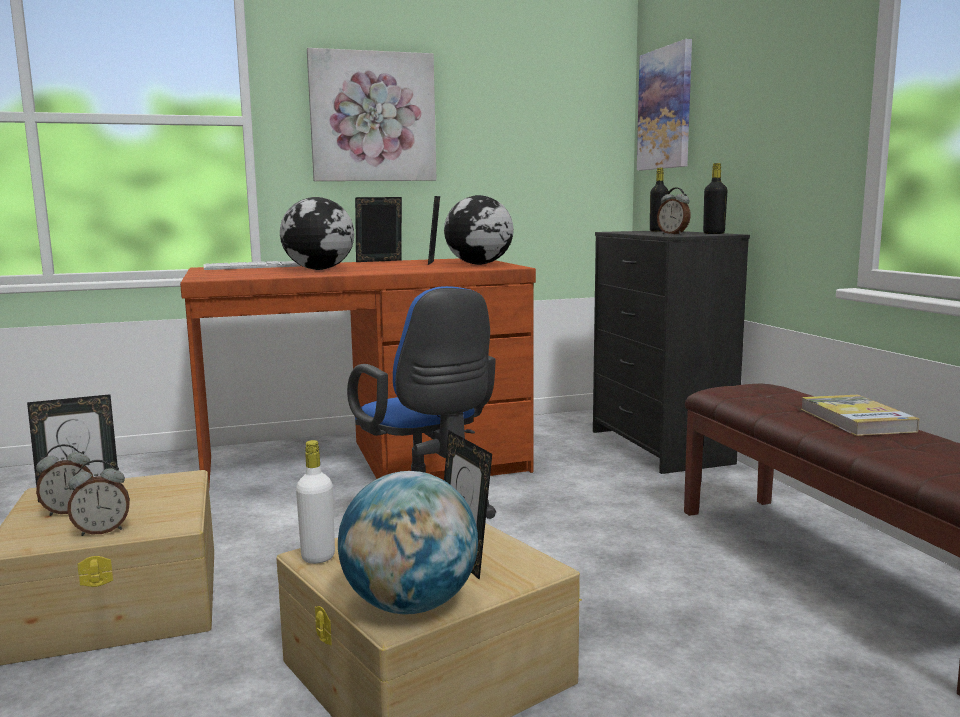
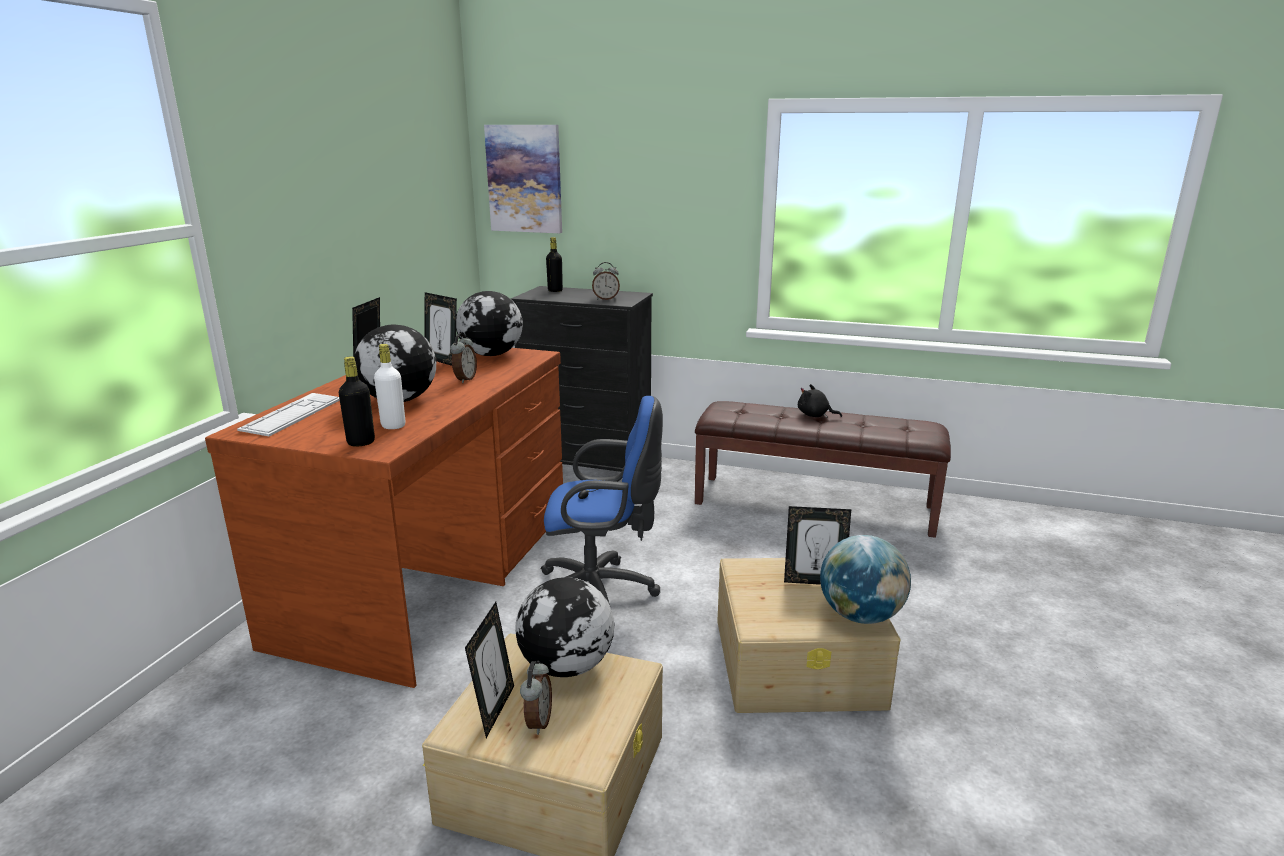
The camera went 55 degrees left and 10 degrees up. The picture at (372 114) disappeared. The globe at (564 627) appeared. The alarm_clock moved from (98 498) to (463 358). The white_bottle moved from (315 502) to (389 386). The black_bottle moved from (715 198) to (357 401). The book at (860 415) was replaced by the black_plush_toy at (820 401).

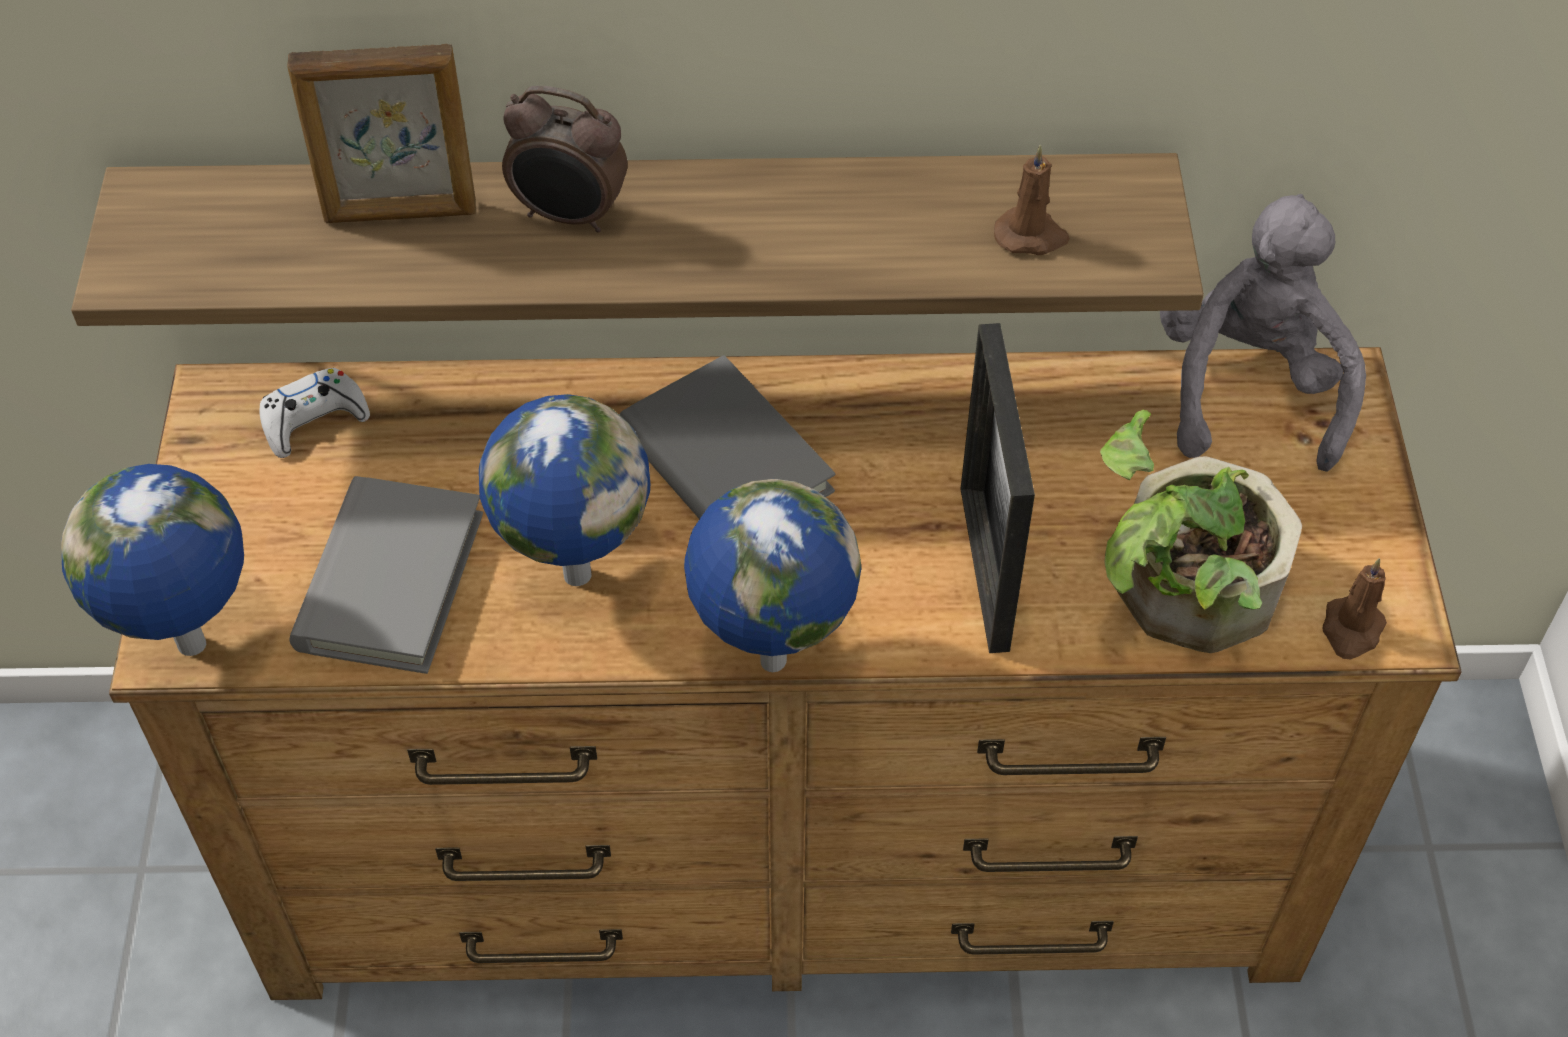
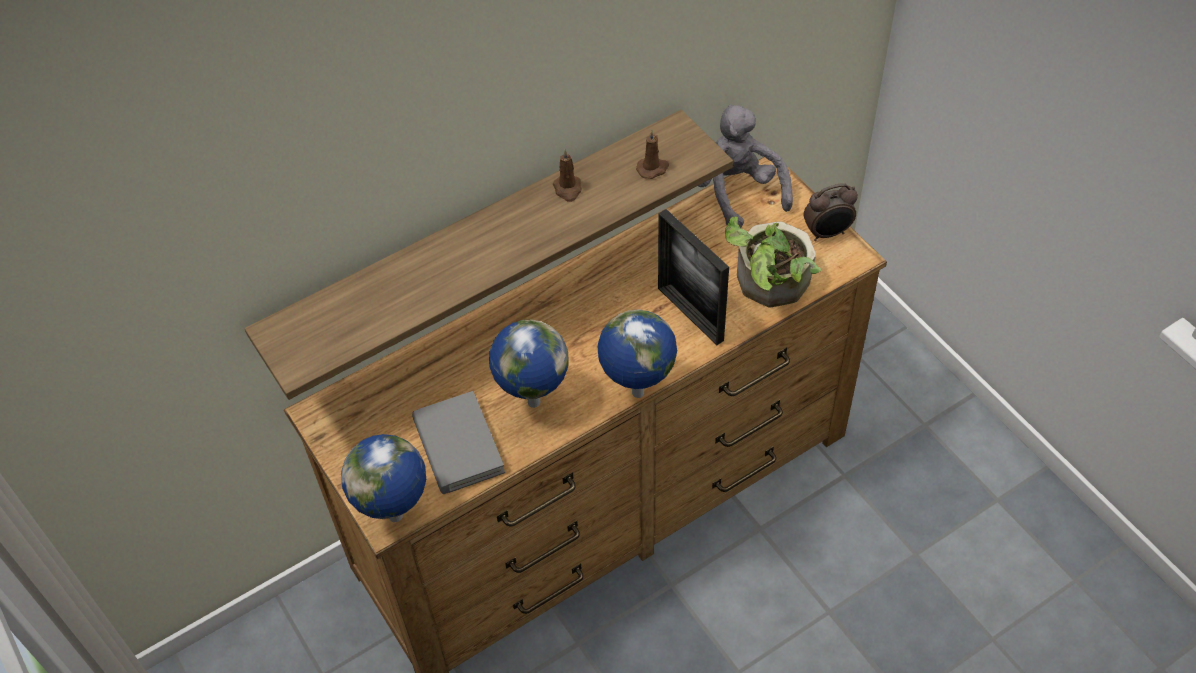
The camera went 30 degrees left and 0 degrees up. The white_game_controller at (314 413) disappeared. The picture_frame at (381 133) disappeared. The grey_book at (727 437) disappeared. The alarm_clock moved from (565 159) to (831 212). The brown_candle moved from (1354 608) to (567 176).

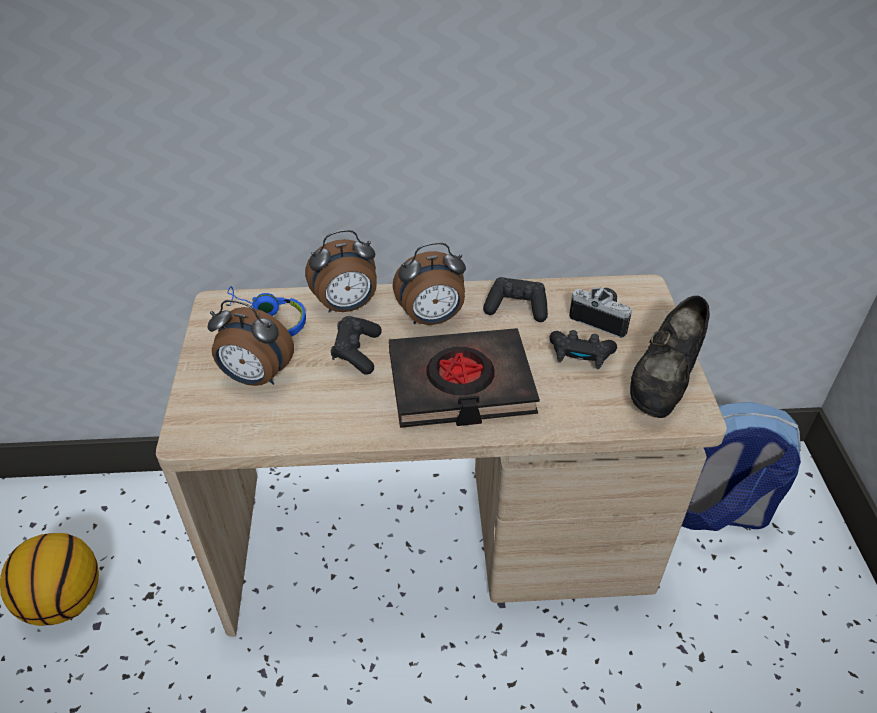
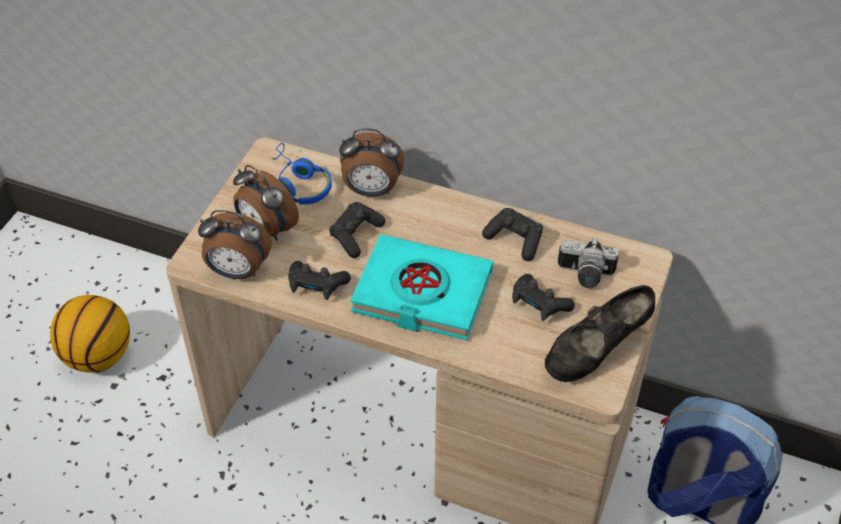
The camera went 25 degrees right and 5 degrees up. The black_game_controller at (319 280) appeared. The alarm_clock moved from (429 283) to (235 244). The black_book at (464 378) became the turquoise_book at (421 287). The photo_camera at (600 312) turned 135 degrees clockwise.

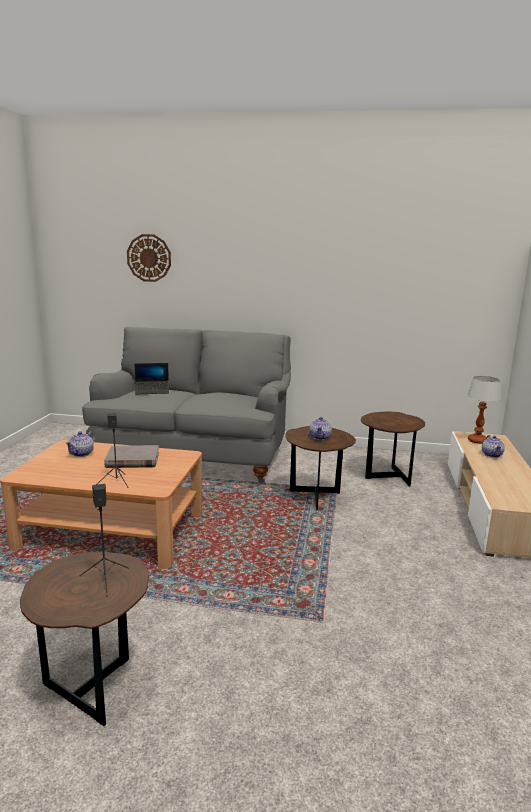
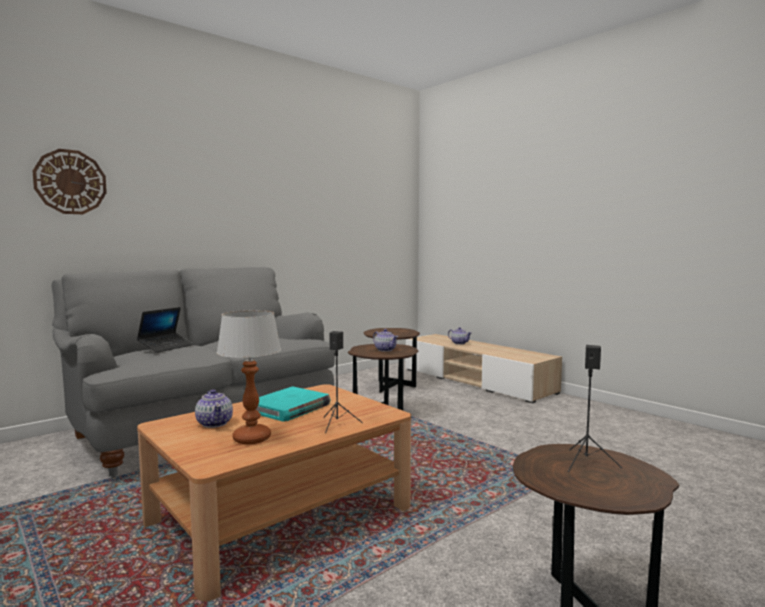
The camera went 50 degrees left and 10 degrees down. The table_lamp moved from (484 410) to (249 377). The grey_book at (131 456) became the turquoise_book at (293 403).

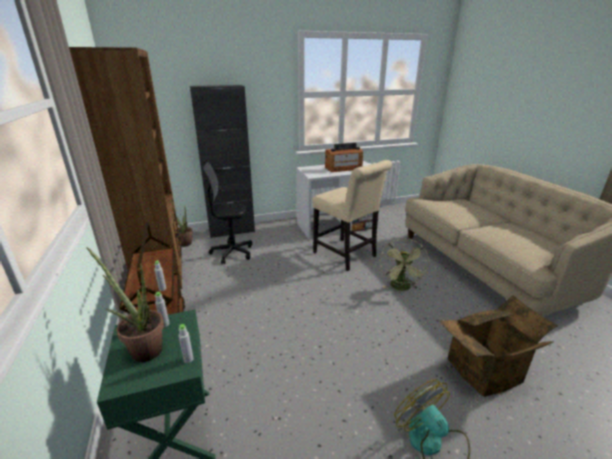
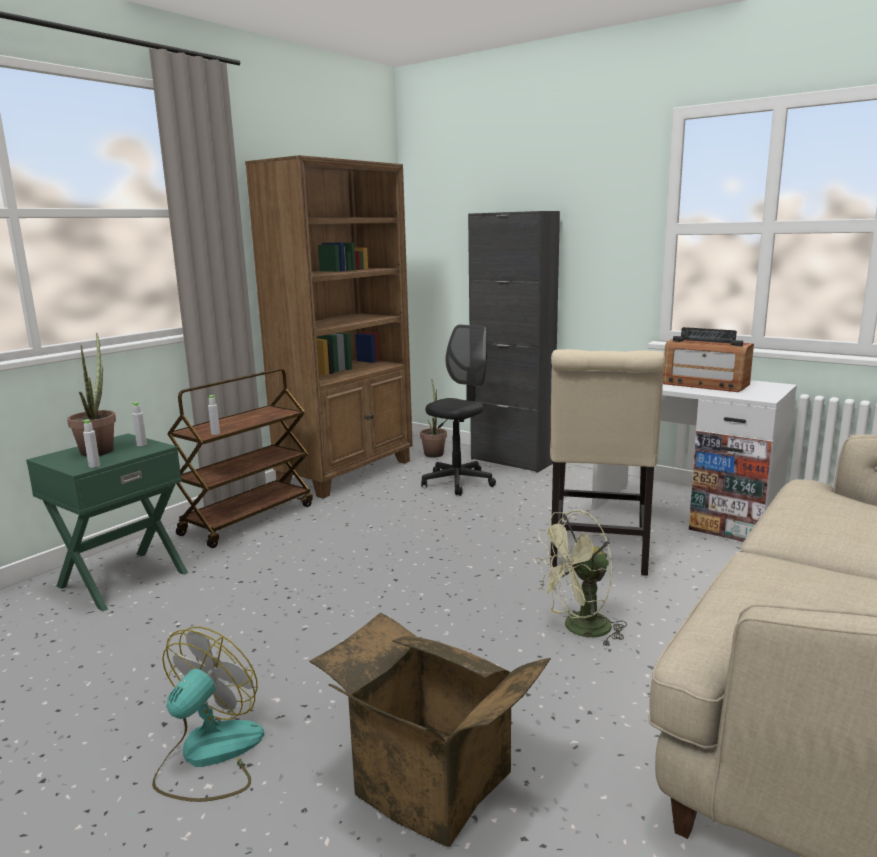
The camera went 55 degrees right and 10 degrees down. The black_office_chair at (227 213) turned 75 degrees clockwise.

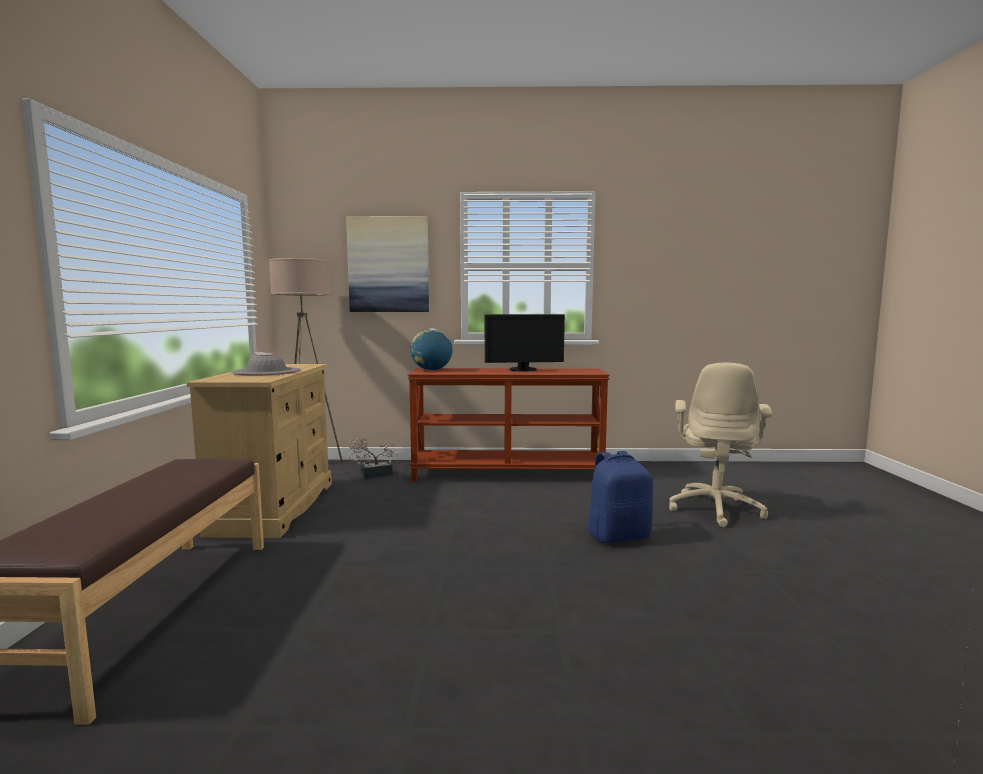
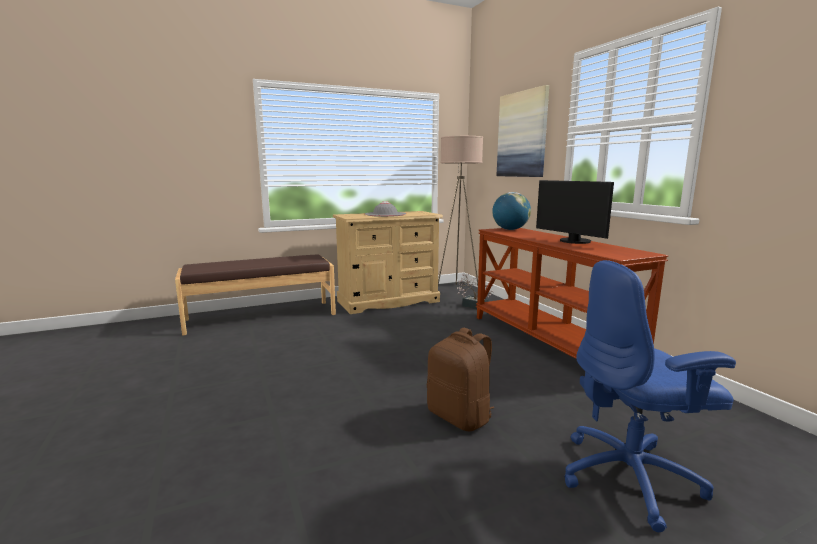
The camera went 65 degrees right and 5 degrees up. The blue_backpack at (620 497) became the brown_backpack at (460 379). The beige_office_chair at (720 445) became the blue_office_chair at (650 396).

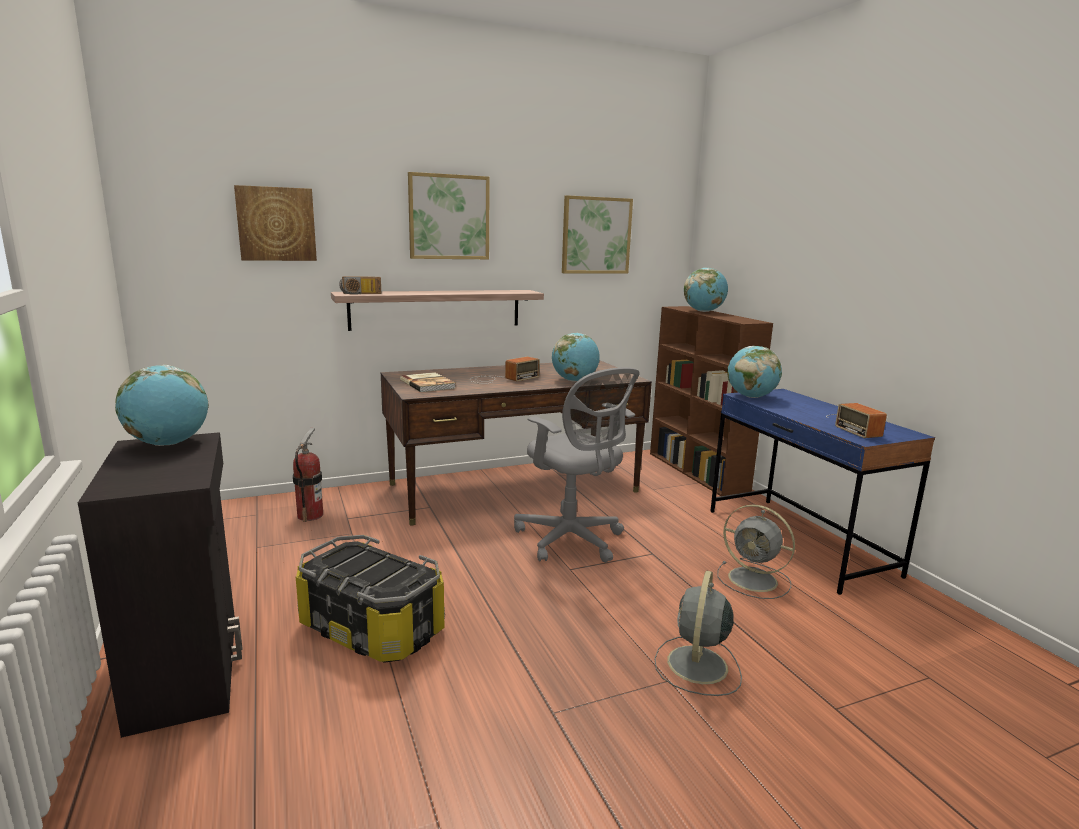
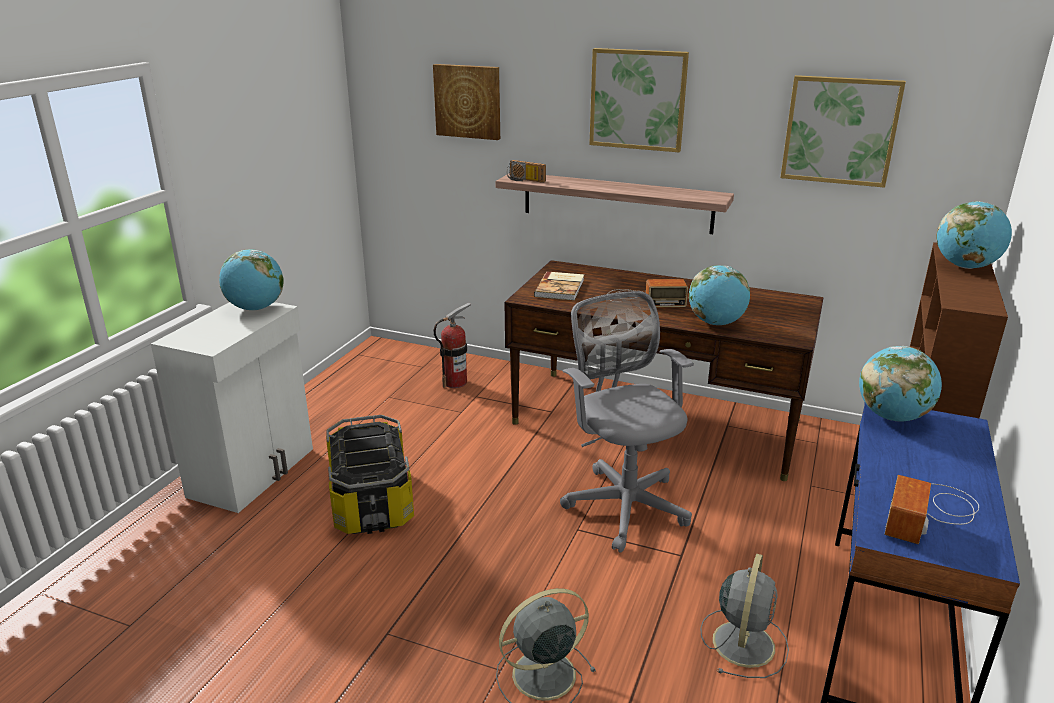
The camera went 45 degrees right and 10 degrees up. The black_cabinet at (160 585) became the white_cabinet at (232 407). The grey_office_chair at (577 465) turned 150 degrees clockwise. The grey_fan at (756 551) turned 150 degrees counterclockwise.

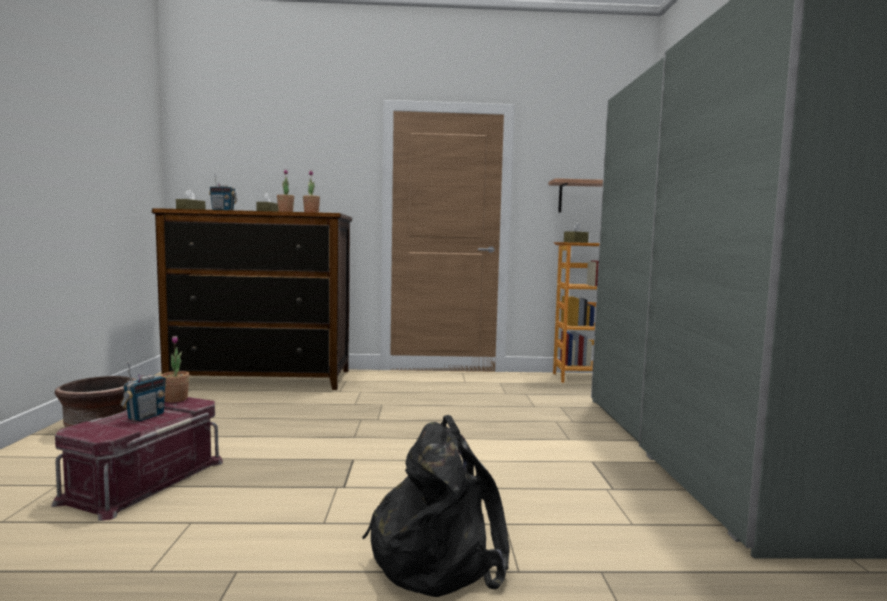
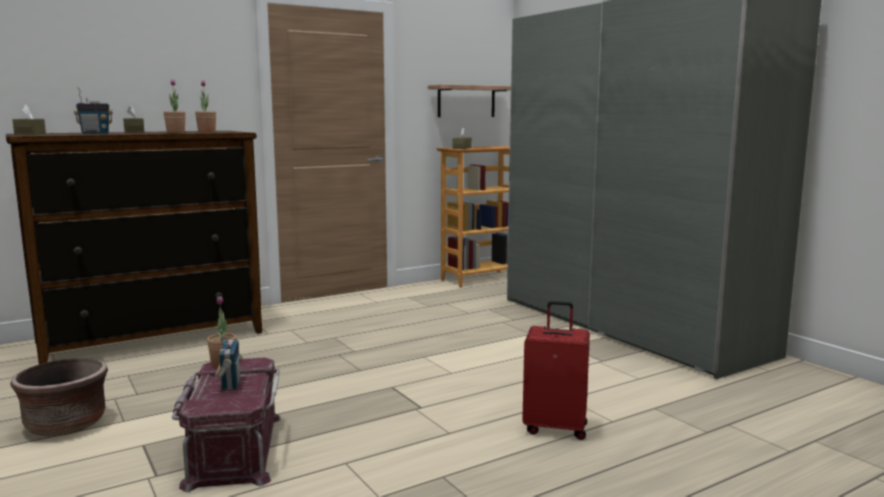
The camera went 30 degrees left and 5 degrees up. The black_backpack at (435 506) was replaced by the red_suitcase at (556 370).

